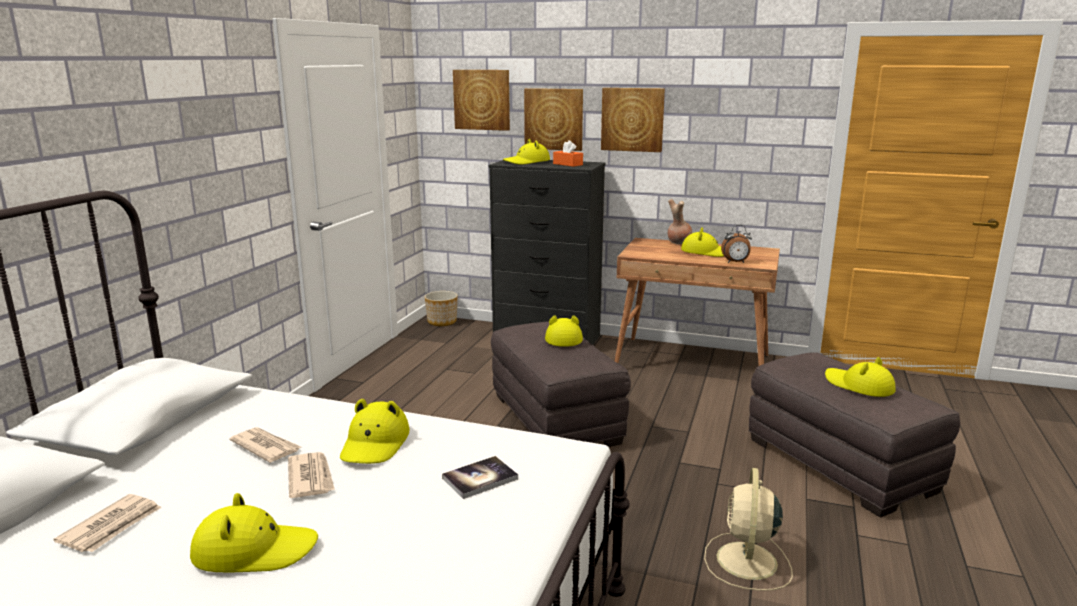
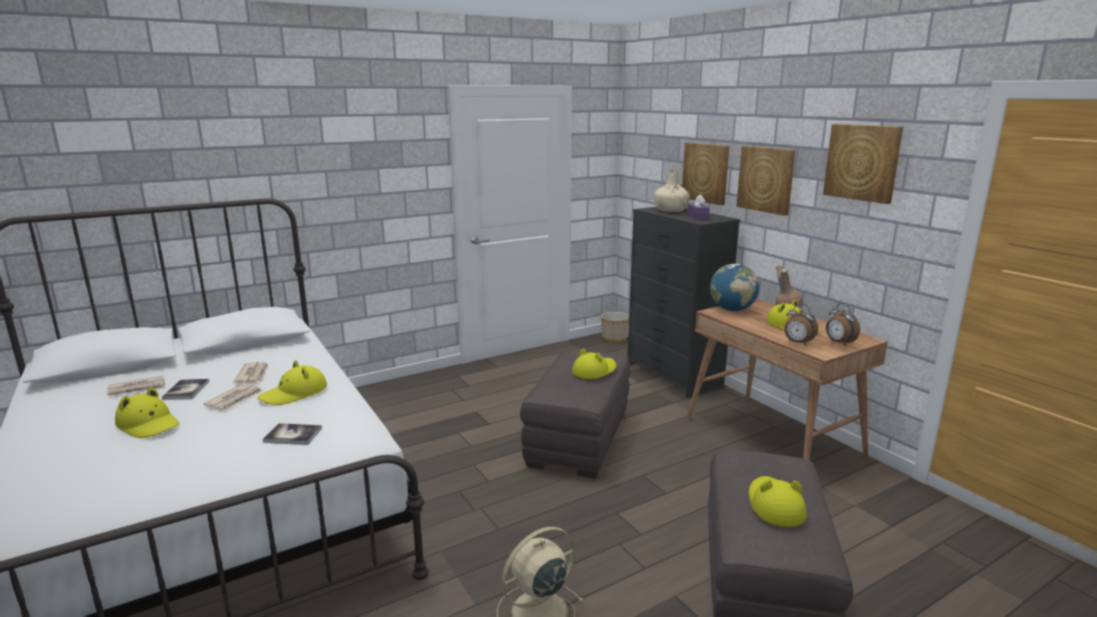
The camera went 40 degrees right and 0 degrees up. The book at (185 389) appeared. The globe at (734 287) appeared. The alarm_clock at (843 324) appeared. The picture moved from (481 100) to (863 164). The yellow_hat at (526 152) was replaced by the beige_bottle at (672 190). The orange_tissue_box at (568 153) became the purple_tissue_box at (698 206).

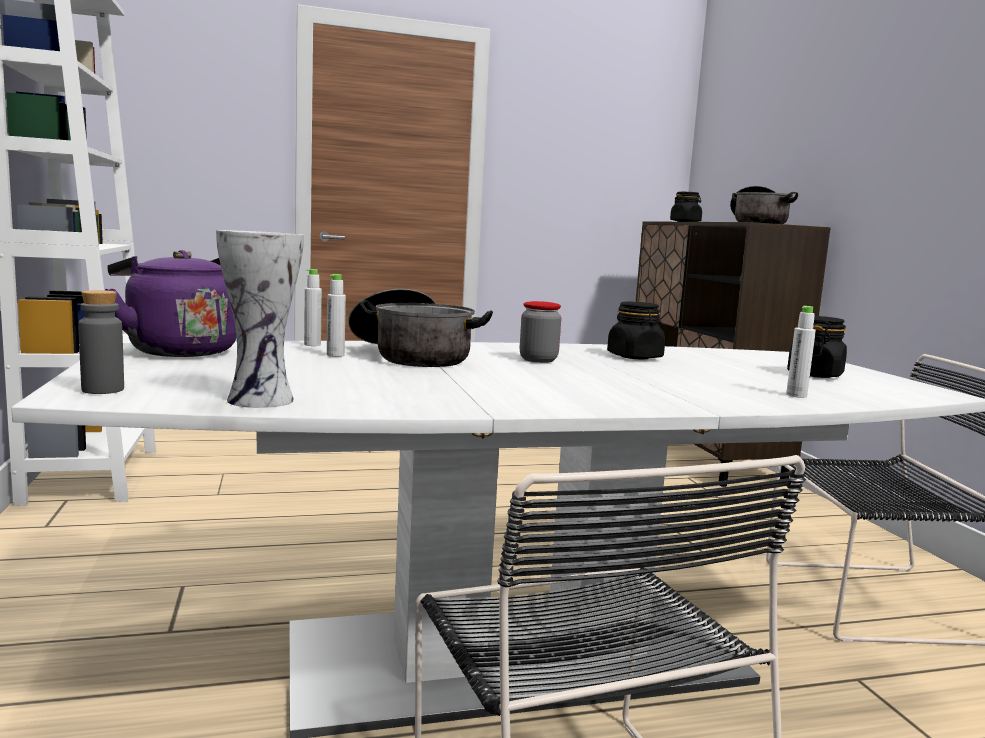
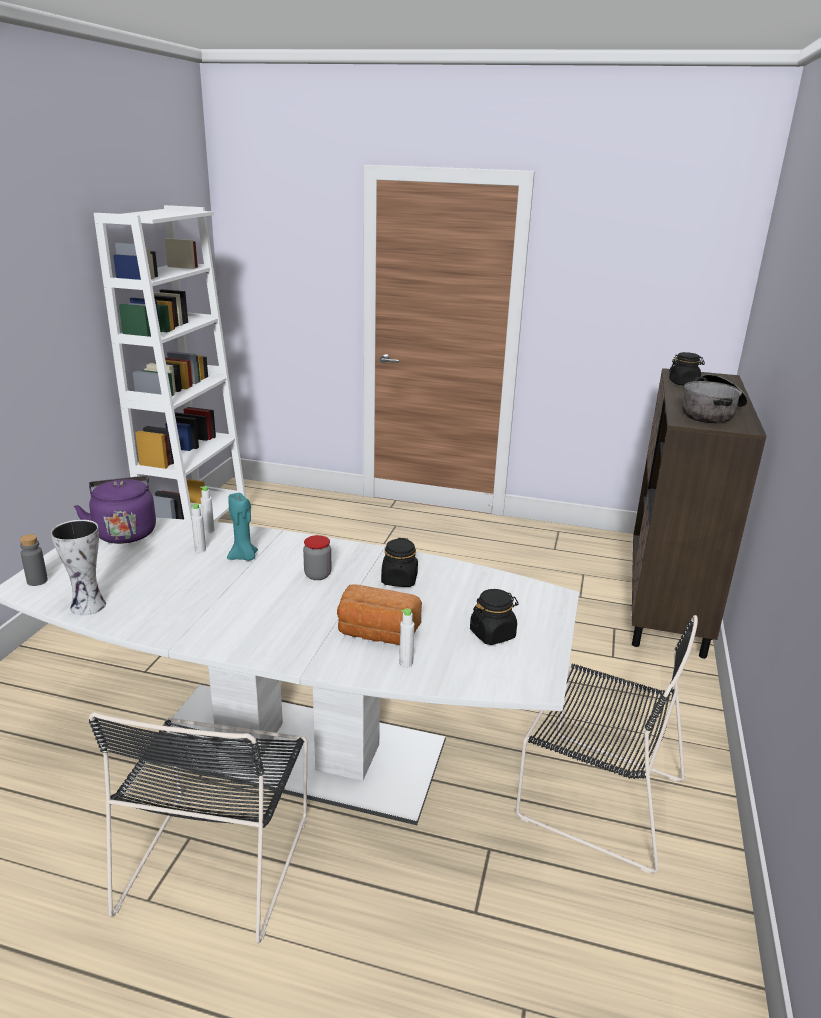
The camera went 30 degrees right and 15 degrees up. The bread at (379 614) appeared. The cooking_pot at (420 328) was replaced by the turquoise_candle at (242 527).

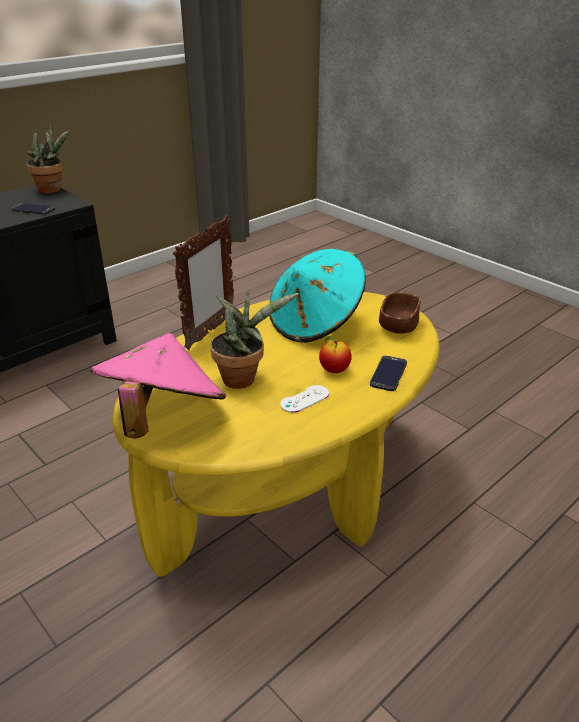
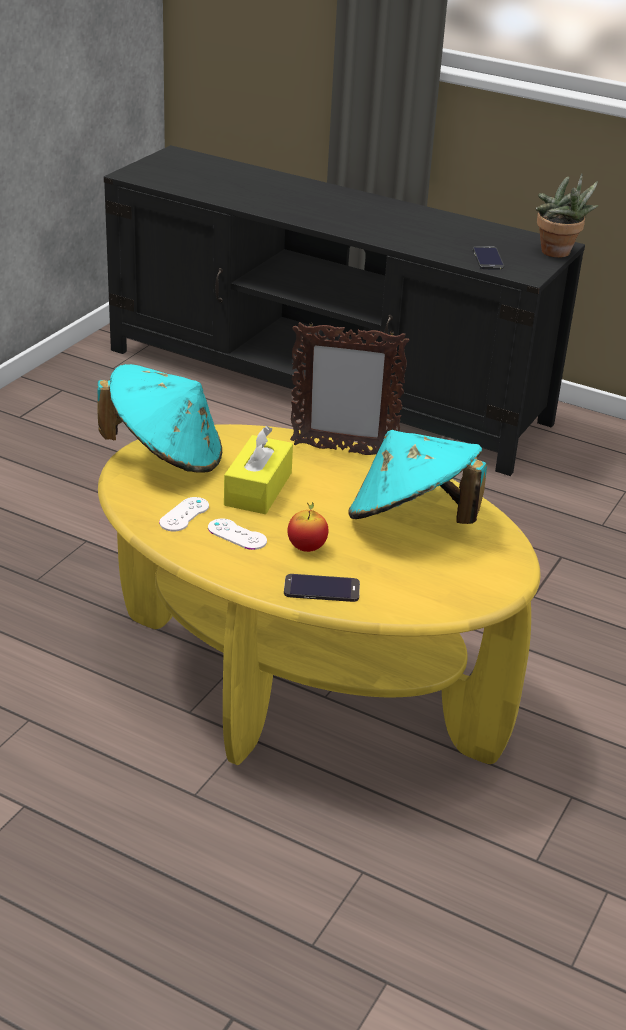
The camera went 70 degrees right and 0 degrees up. The brown_bowl at (400 313) disappeared. The white_game_controller at (184 514) appeared. The potted_plant at (254 338) was replaced by the yellow_tissue_box at (258 470). The pink_hat at (158 386) became the turquoise_hat at (159 418).

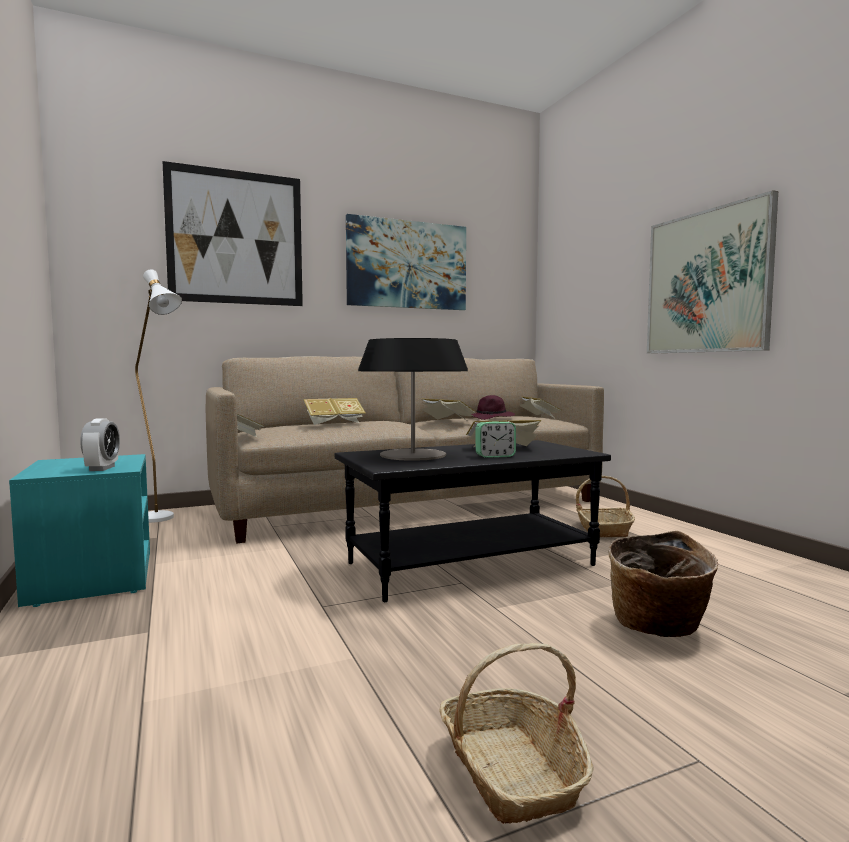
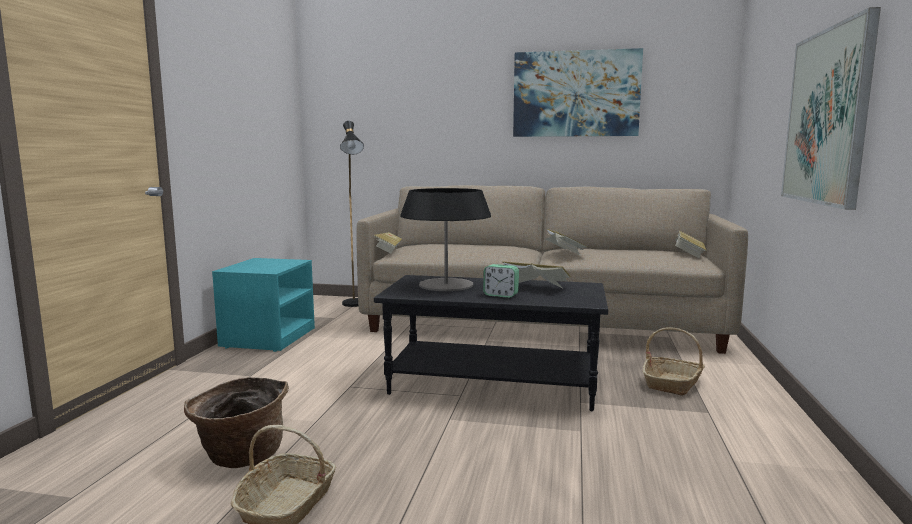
The camera went 35 degrees right and 5 degrees up. The alarm_clock at (100 444) disappeared. The picture at (232 233) disappeared. The book at (334 411) disappeared. The purple_hat at (493 407) disappeared. The basket moved from (663 584) to (236 422). The white_floor_lamp at (158 396) became the black_floor_lamp at (352 214).

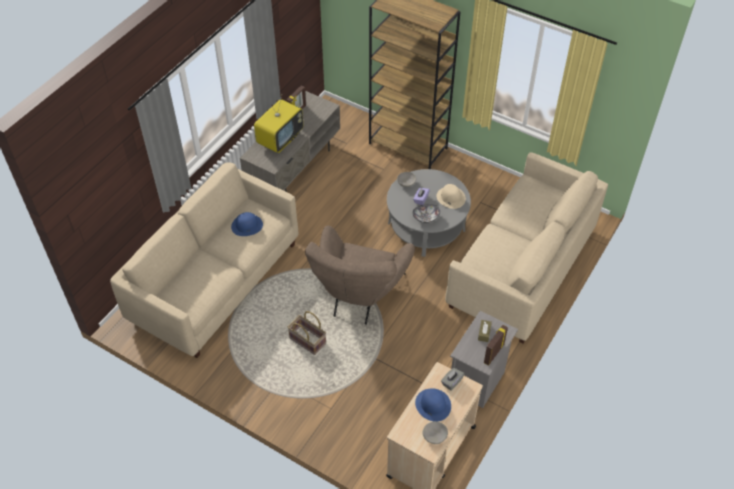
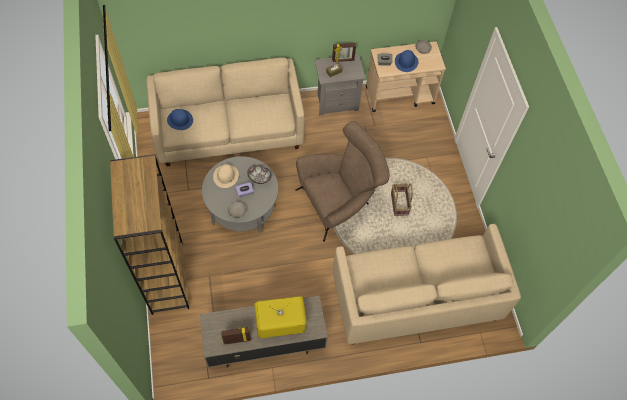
The camera went 135 degrees left and 10 degrees up. The blue_hat moved from (247 224) to (180 119).

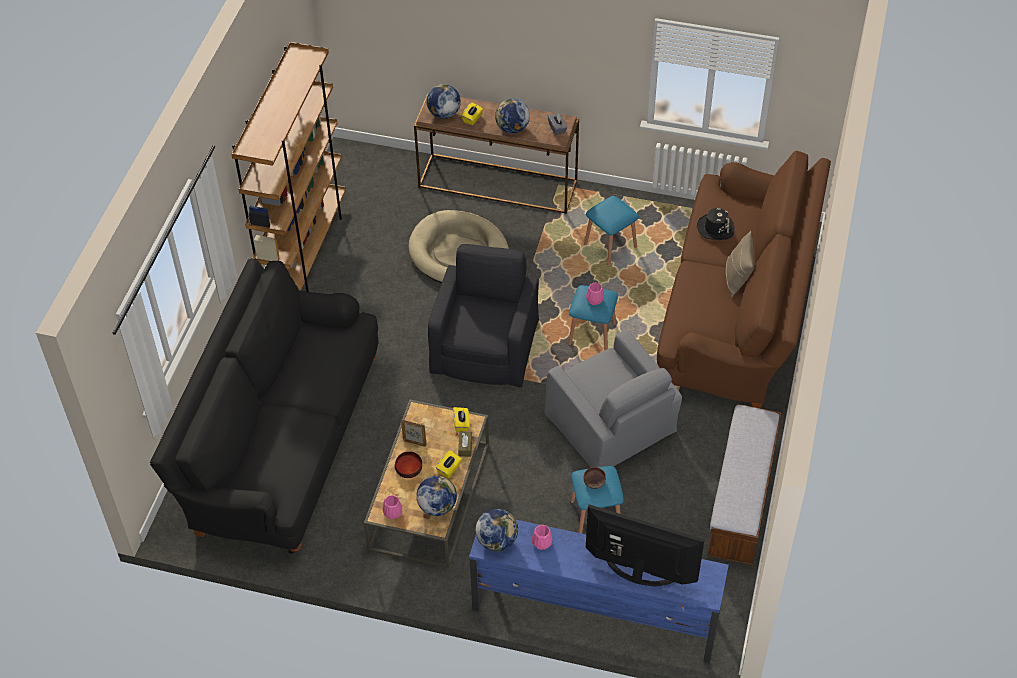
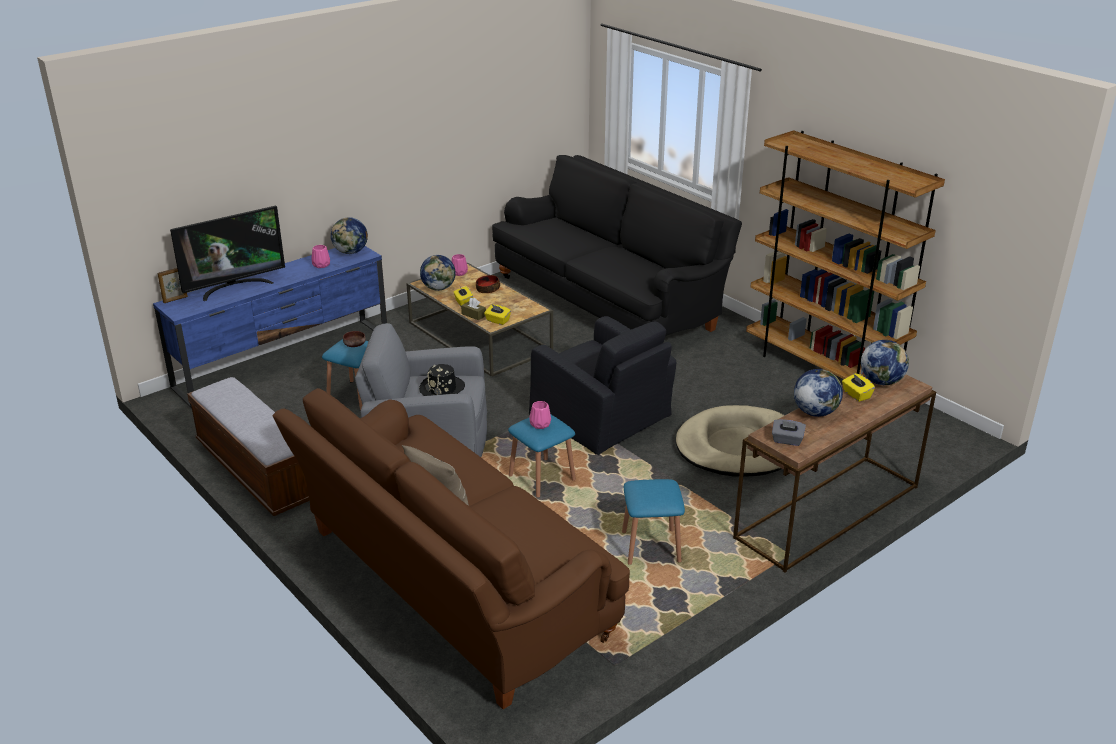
The camera went 125 degrees right and 20 degrees down. The picture_frame moved from (414 433) to (173 285). The black_hat moved from (716 224) to (442 380).

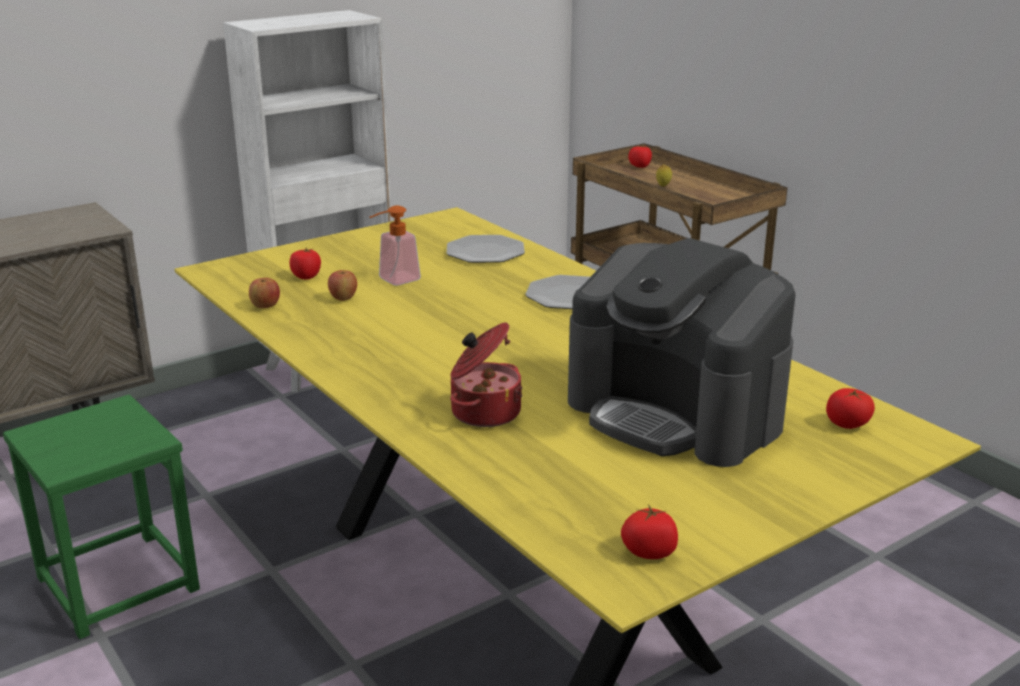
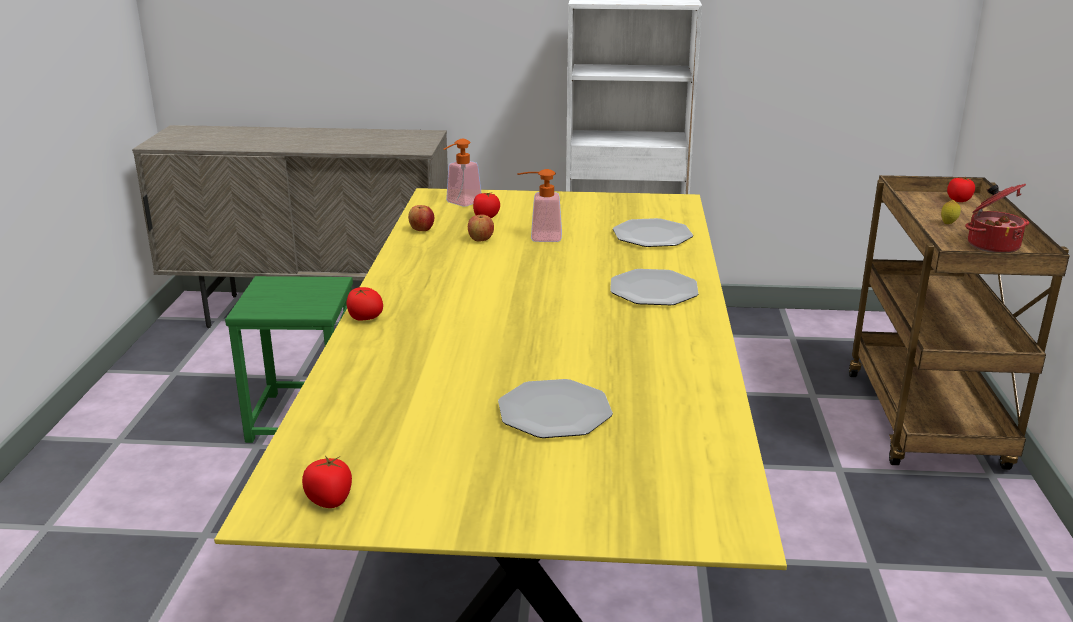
The camera went 40 degrees right and 0 degrees up. The soap_dispenser at (463 173) appeared. The cooking_pot moved from (486 374) to (997 218). The tomato moved from (850 408) to (364 304). The coffee_machine at (682 352) was replaced by the plate at (555 408).

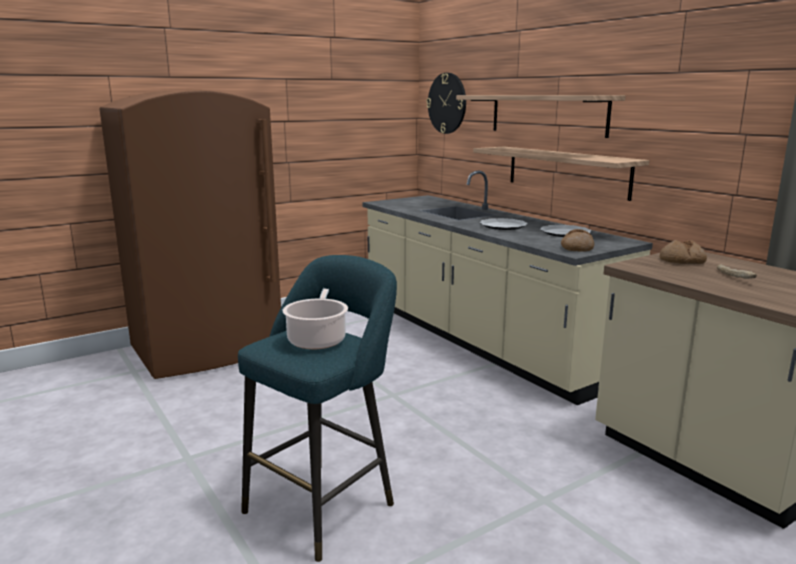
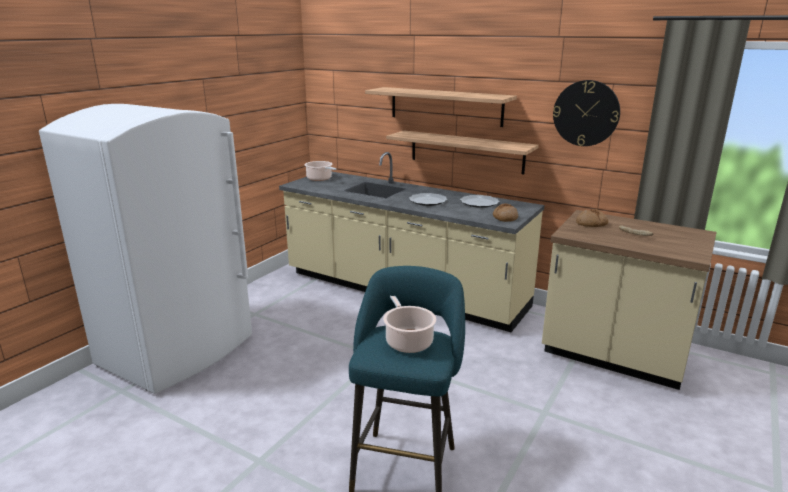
The camera went 25 degrees left and 5 degrees up. The cooking_pot at (320 171) appeared. The wall_clock moved from (446 103) to (586 113). The brown_fridge at (190 234) became the white_fridge at (145 249).

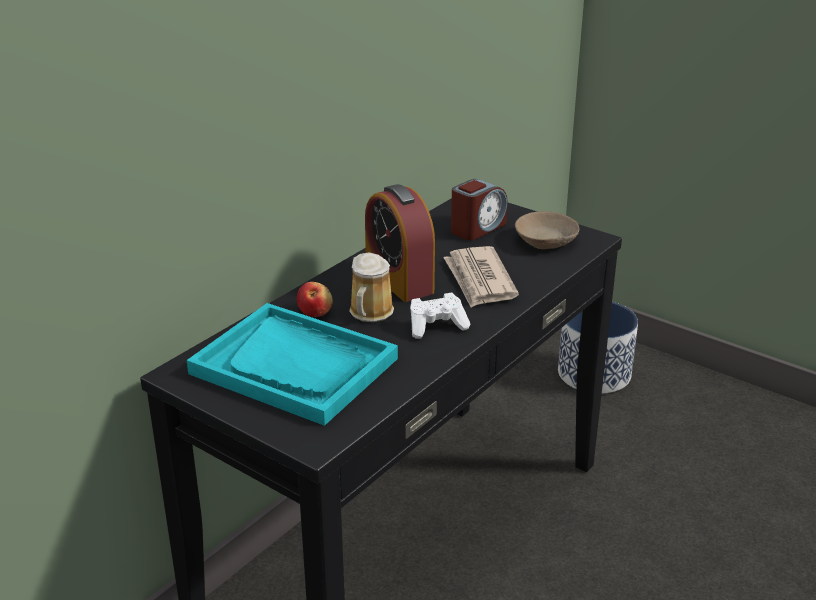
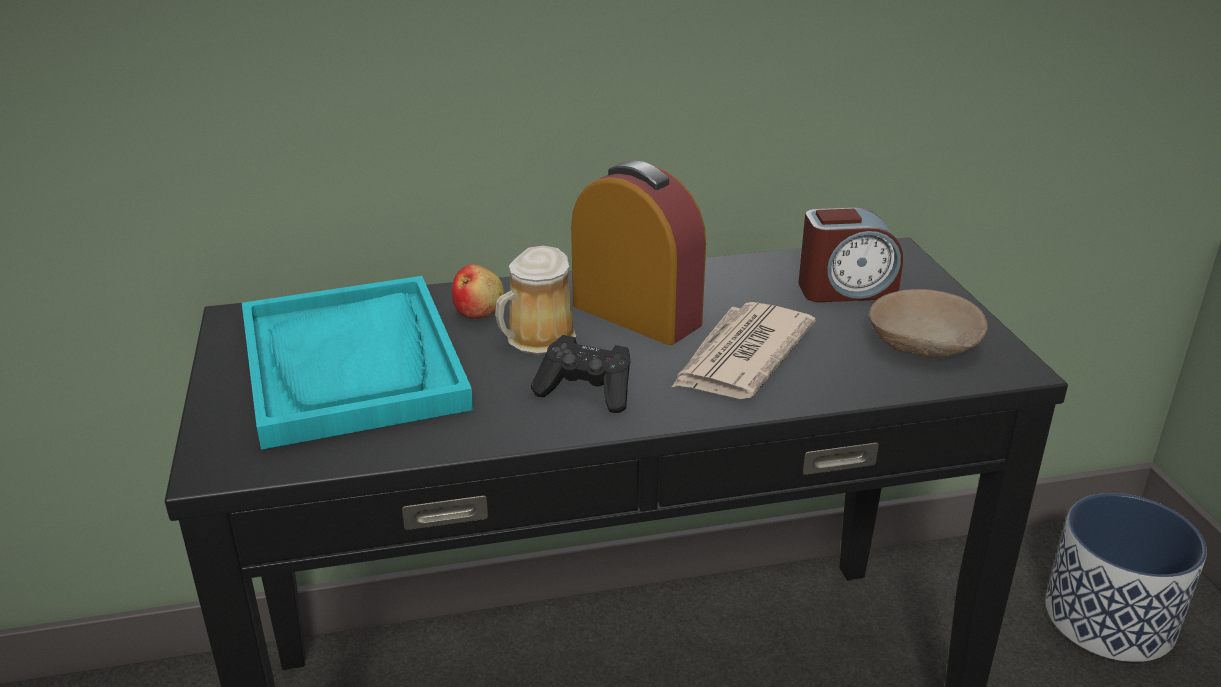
The camera went 40 degrees right and 0 degrees up. The white_game_controller at (440 315) became the black_game_controller at (580 374). The alarm_clock at (400 243) turned 120 degrees clockwise.

